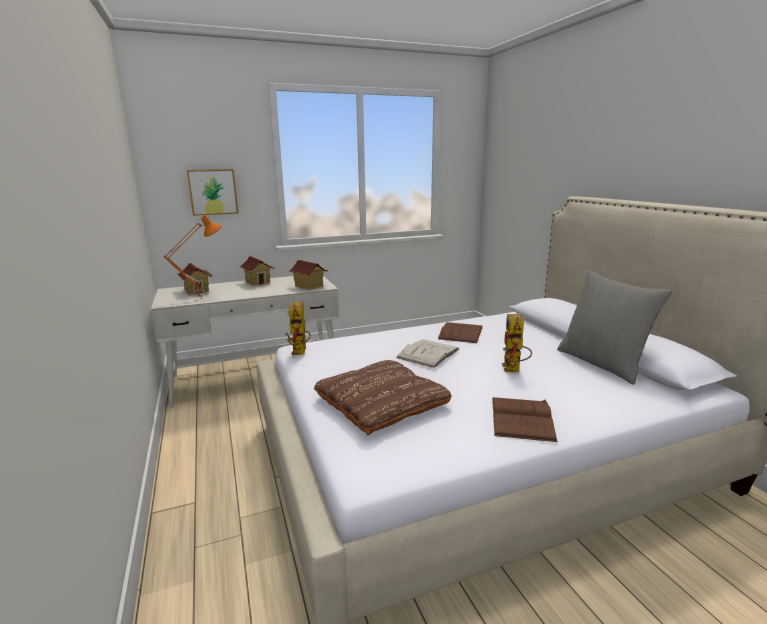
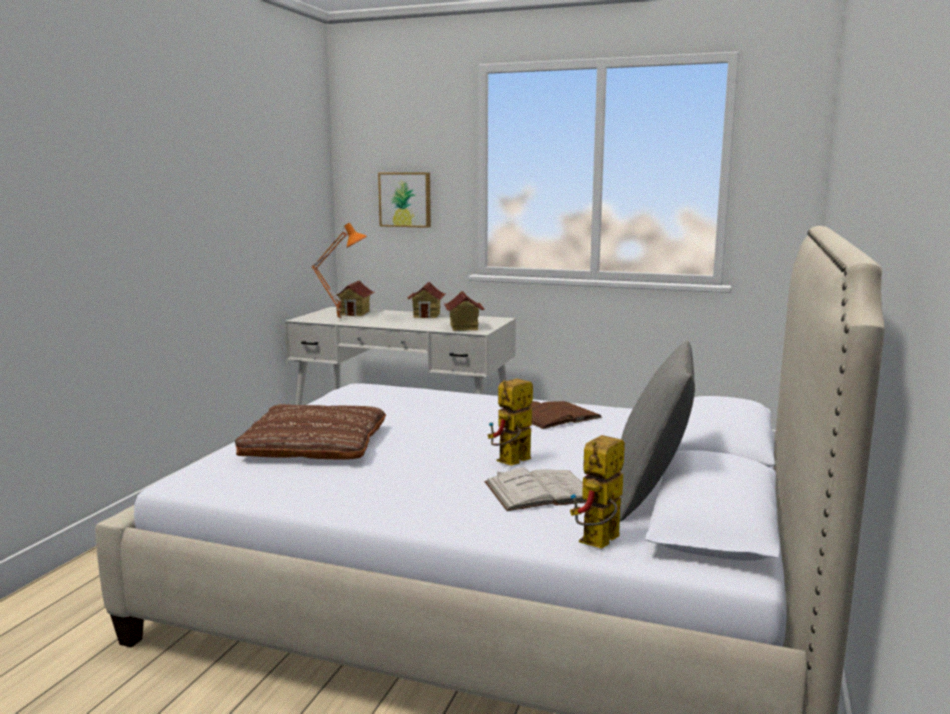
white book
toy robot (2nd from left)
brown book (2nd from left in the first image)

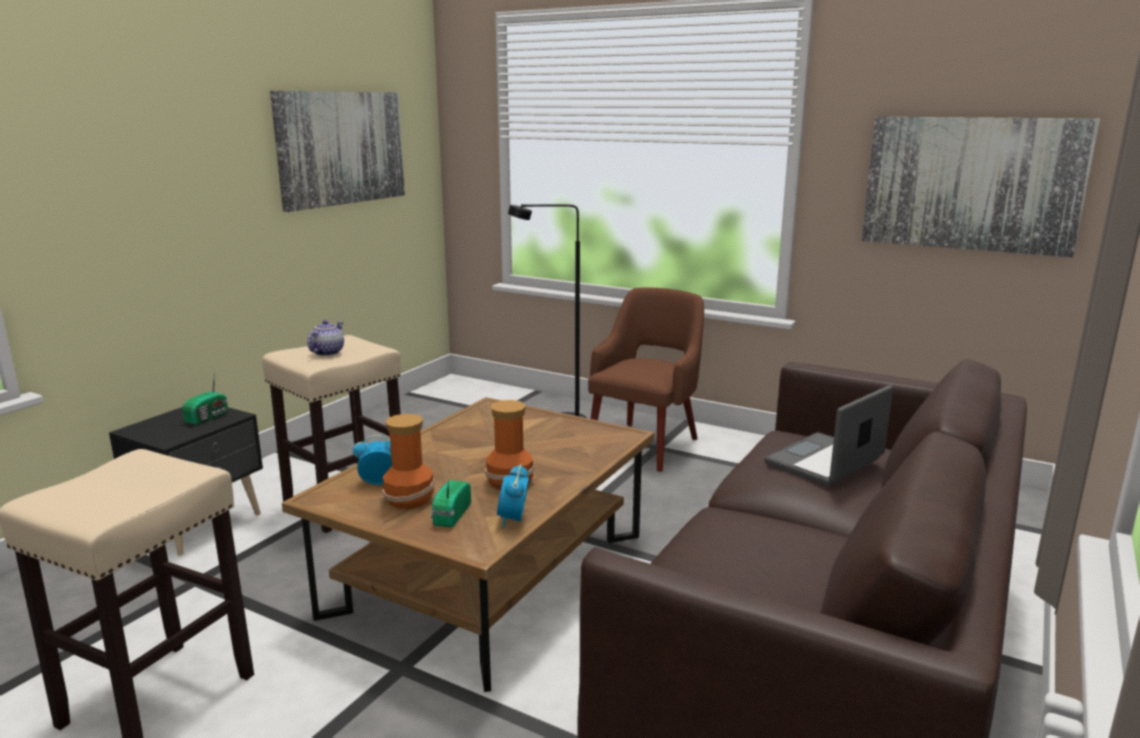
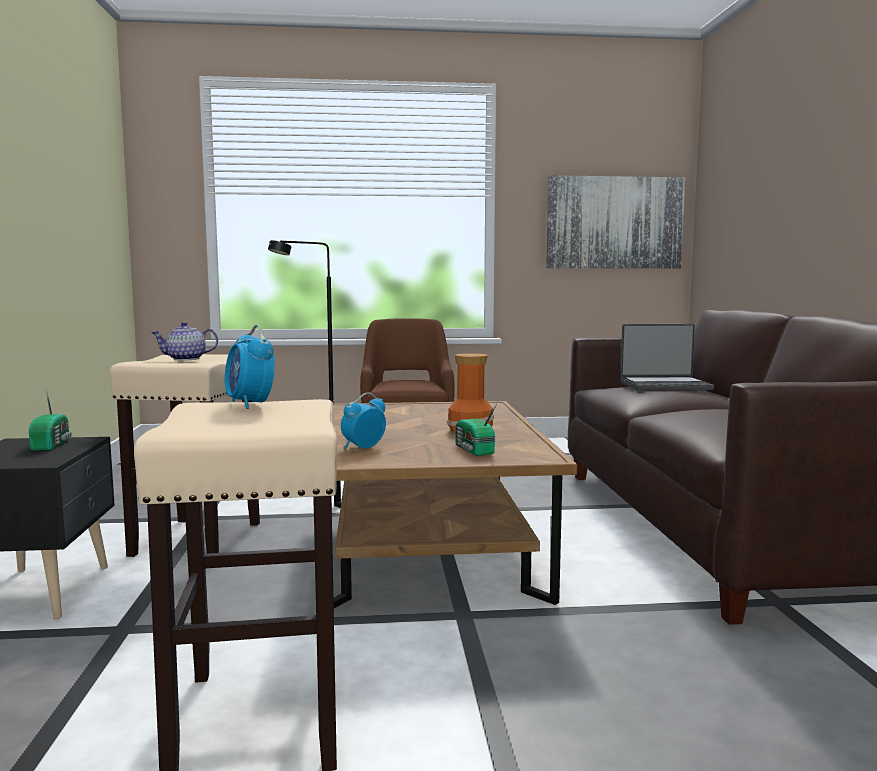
teapot
alarm clock (1st from left)
laptop
picture (1st from left in the first image)
vase (1st from left in the first image)

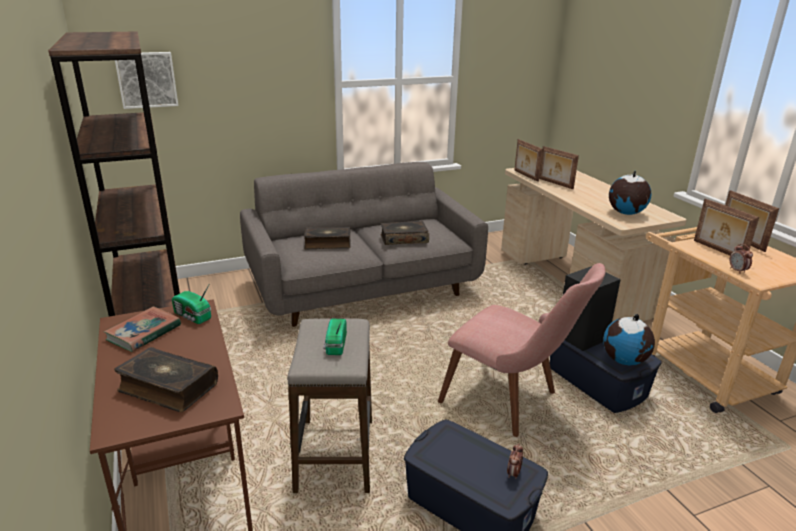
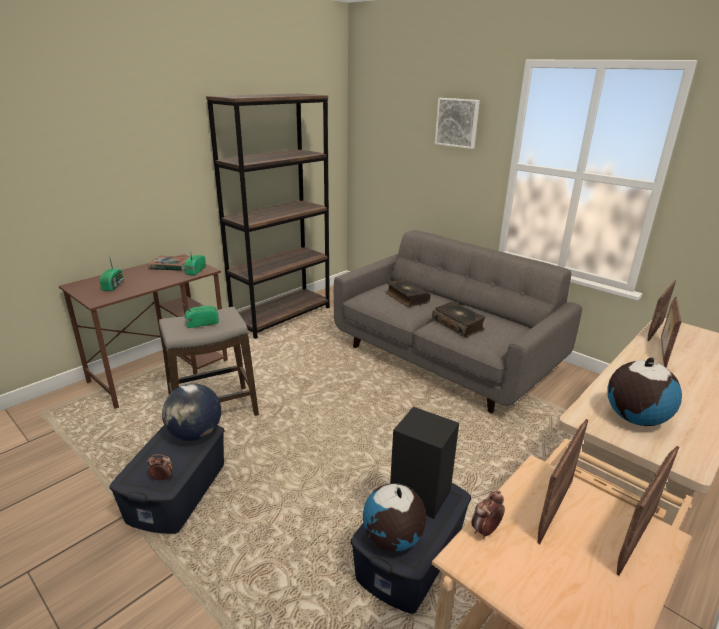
radio (1st from left)
globe (1st from left)
picture
pink chair

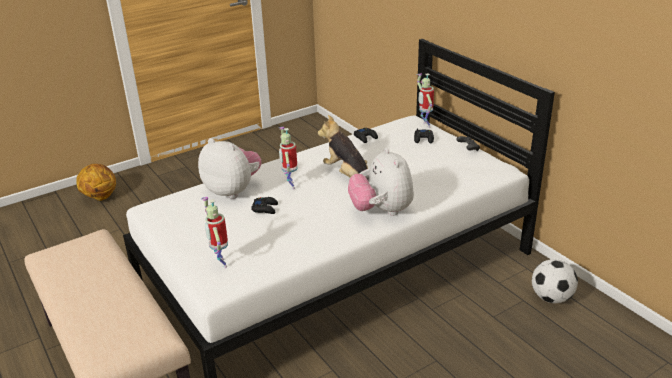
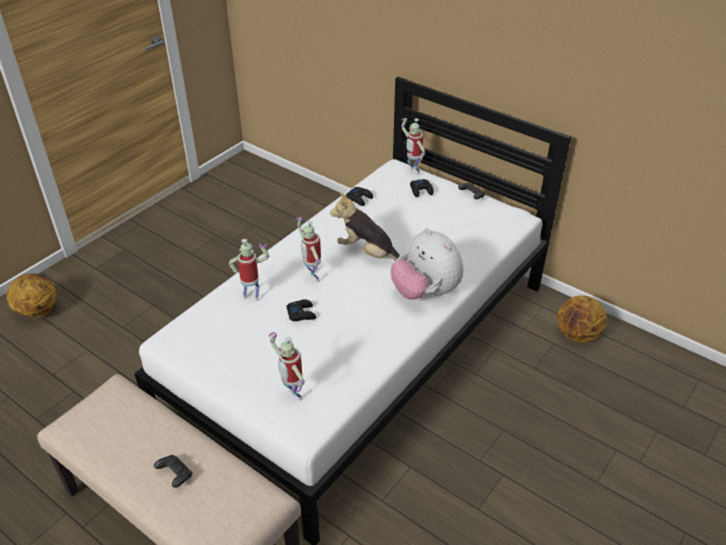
black game controller (1st from left)
toy robot (1st from left)
basketball (2nd from left)

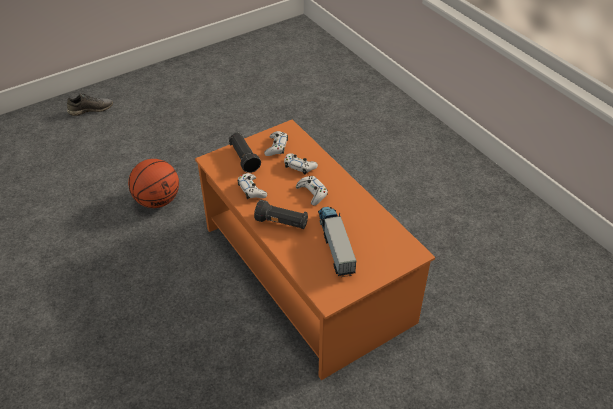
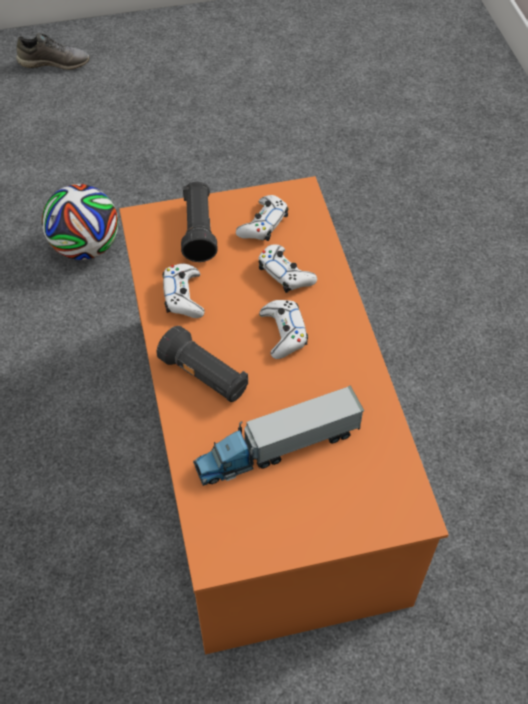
football
toy truck

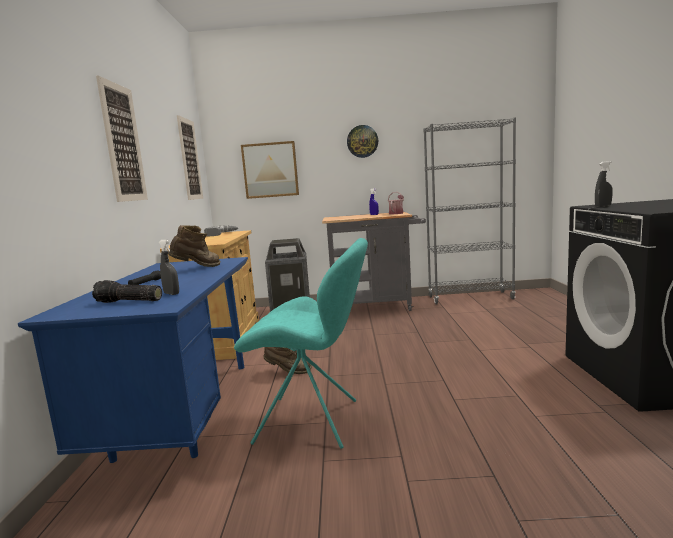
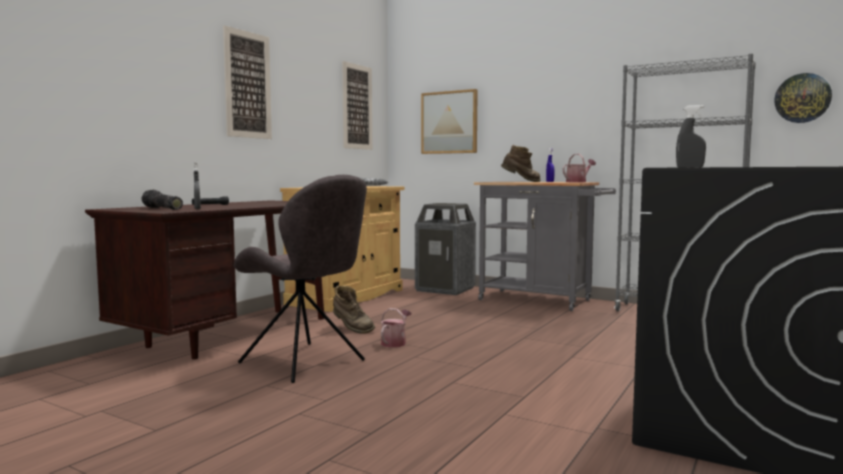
brown desk
grey chair
watering can (1st from left)
brown boot (2nd from left)
wall clock

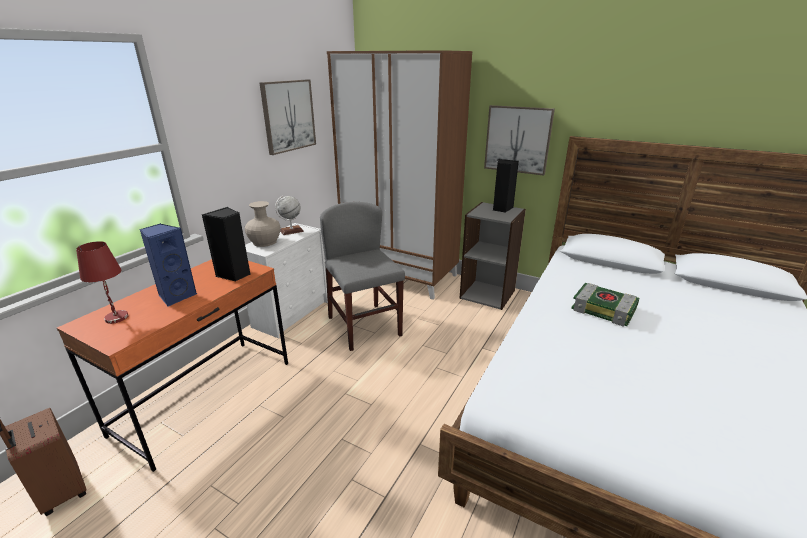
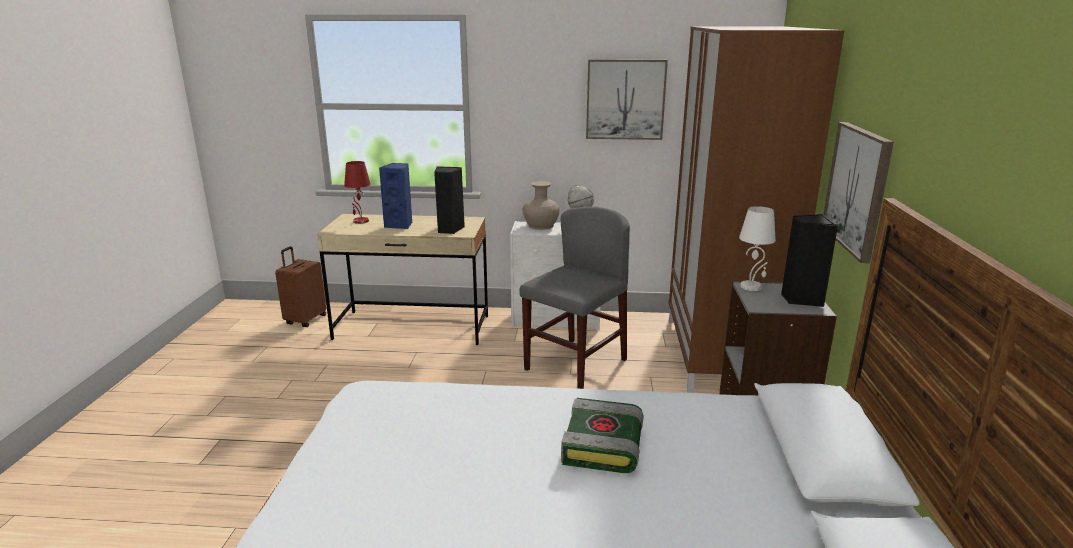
beige desk
white table lamp

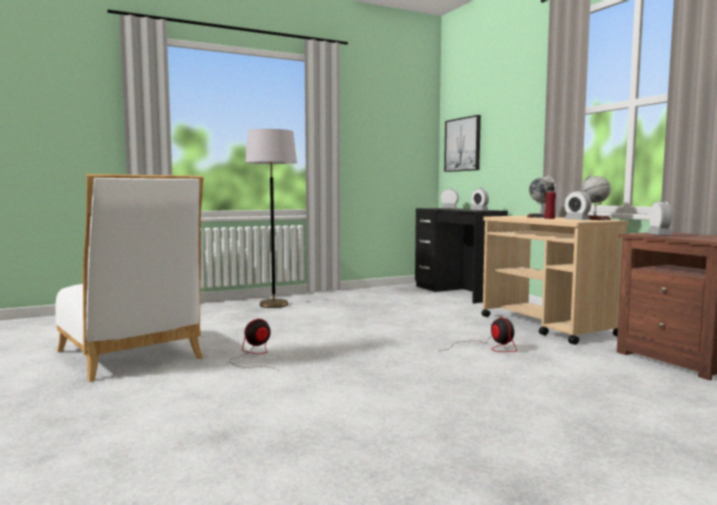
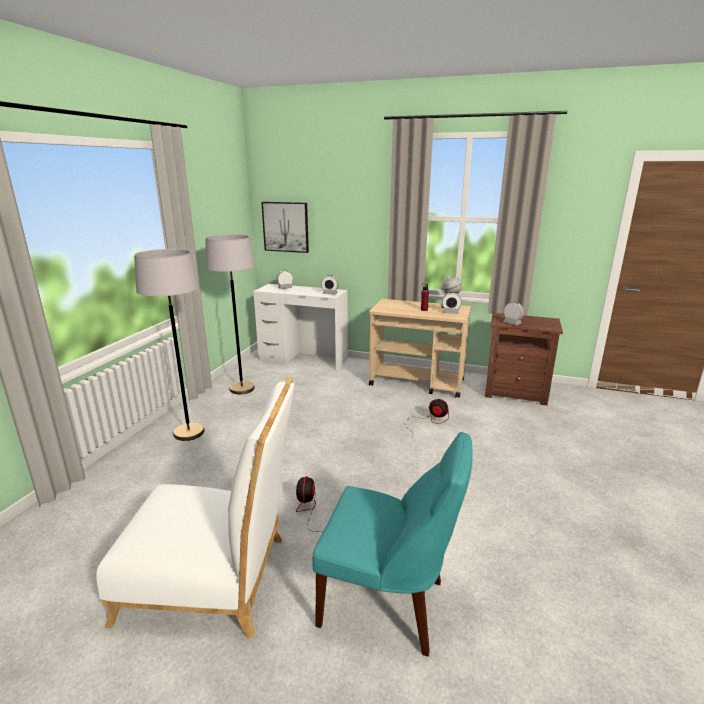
grey floor lamp (2nd from left)
white desk
turquoise chair
globe (1st from left in the first image)

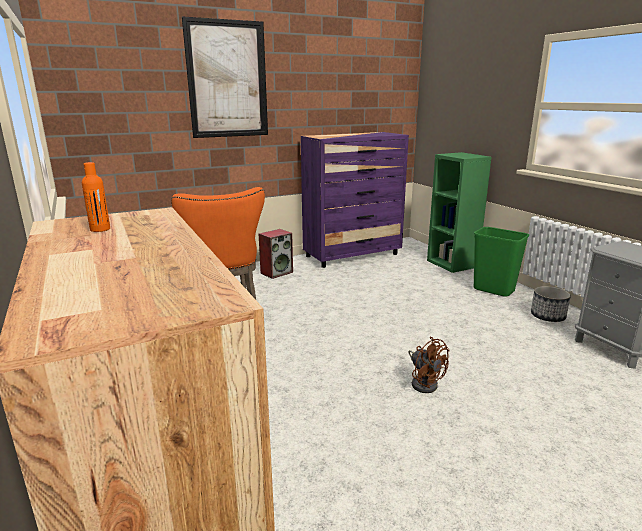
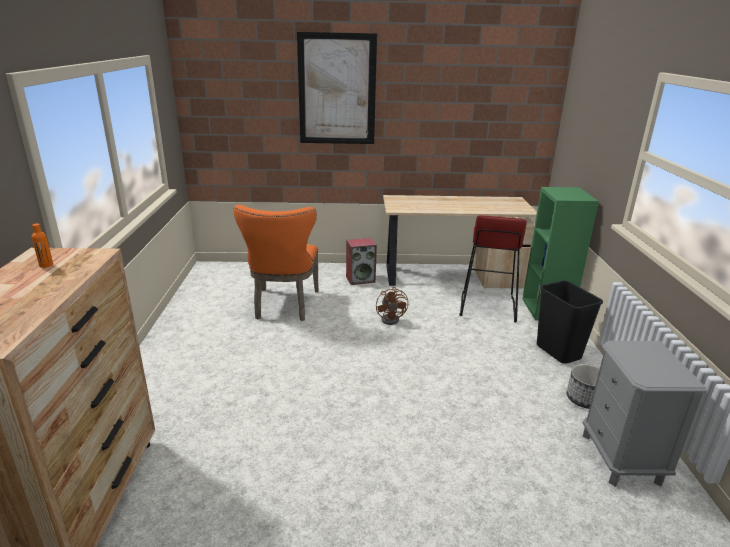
brown fan
beige desk
red stool
black trash can

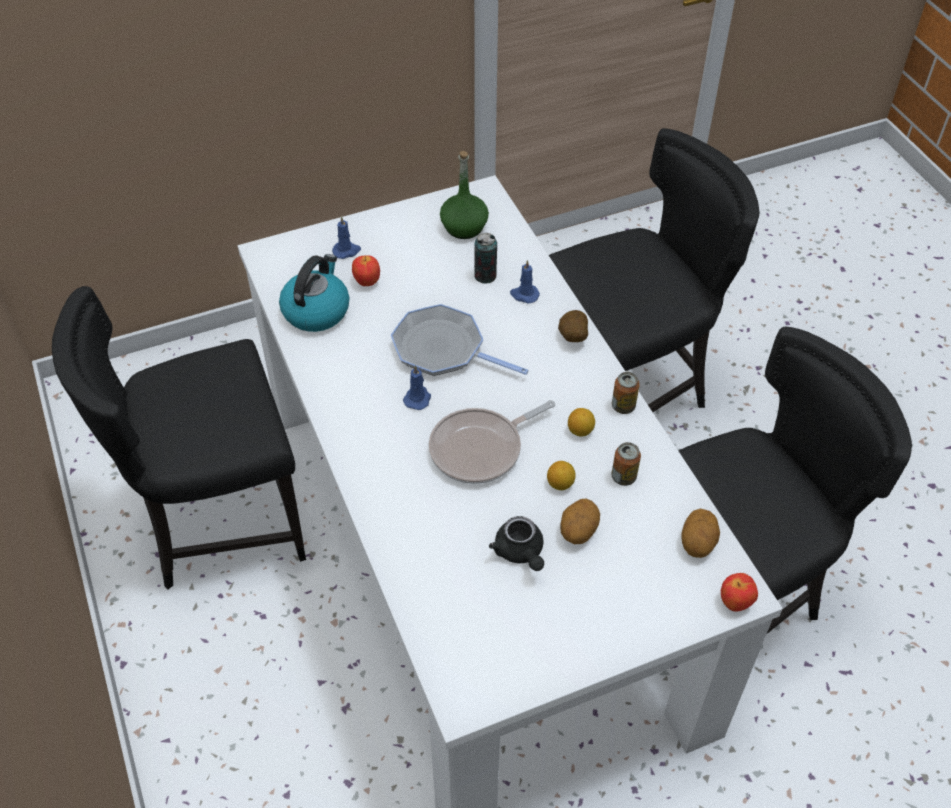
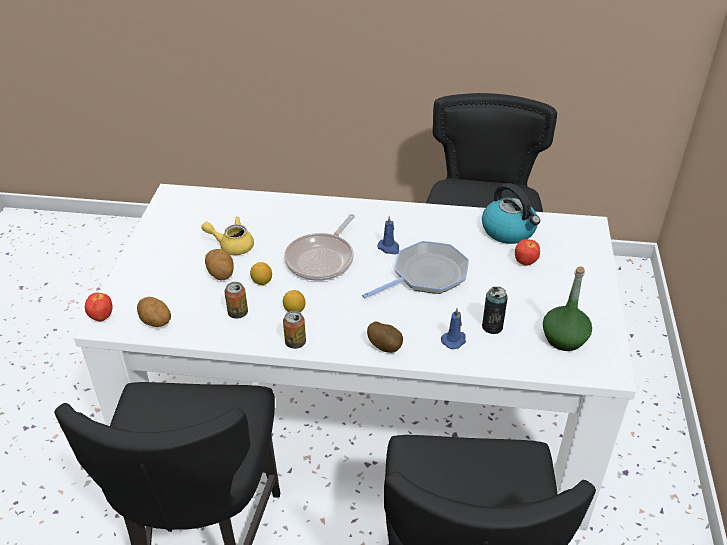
yellow teapot
frying pan (1st from left)
blue candle (1st from left in the first image)

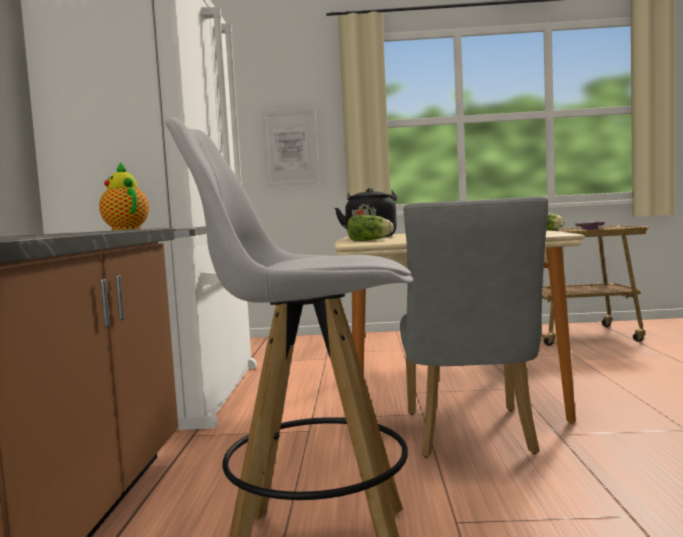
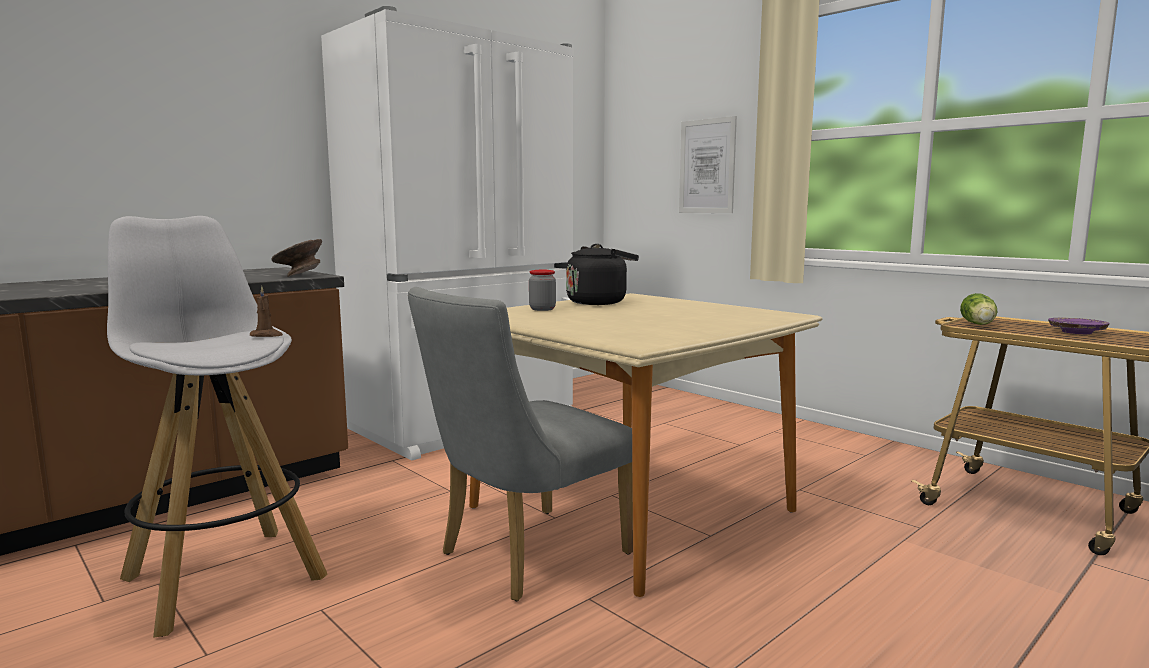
brown candle
grey bowl
jar

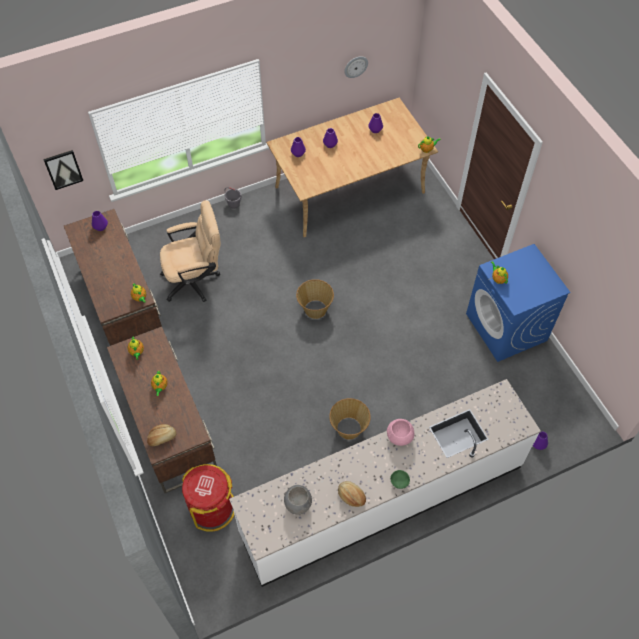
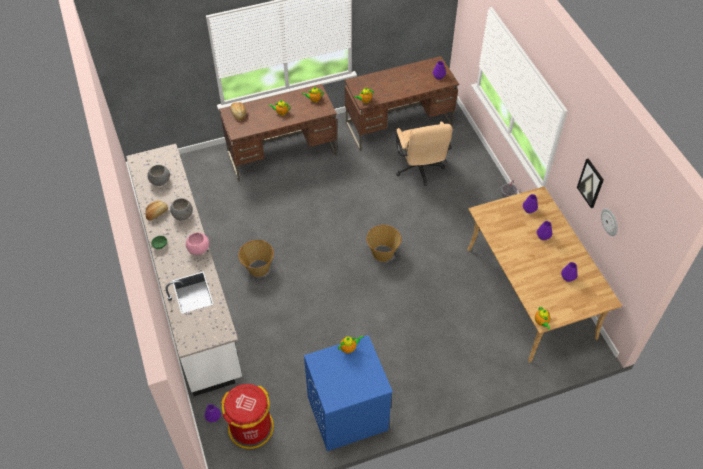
grey bowl (2nd from left)
red trash can
picture

